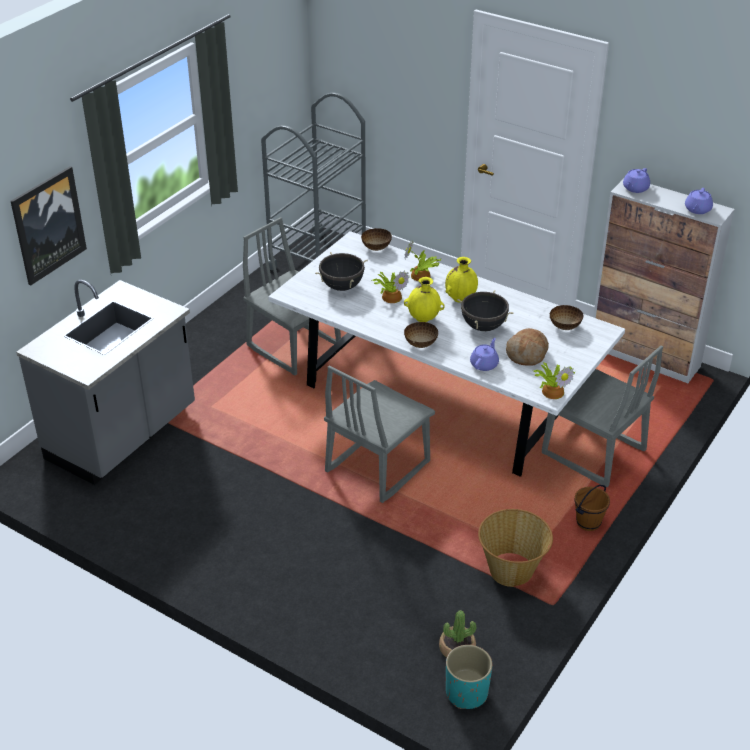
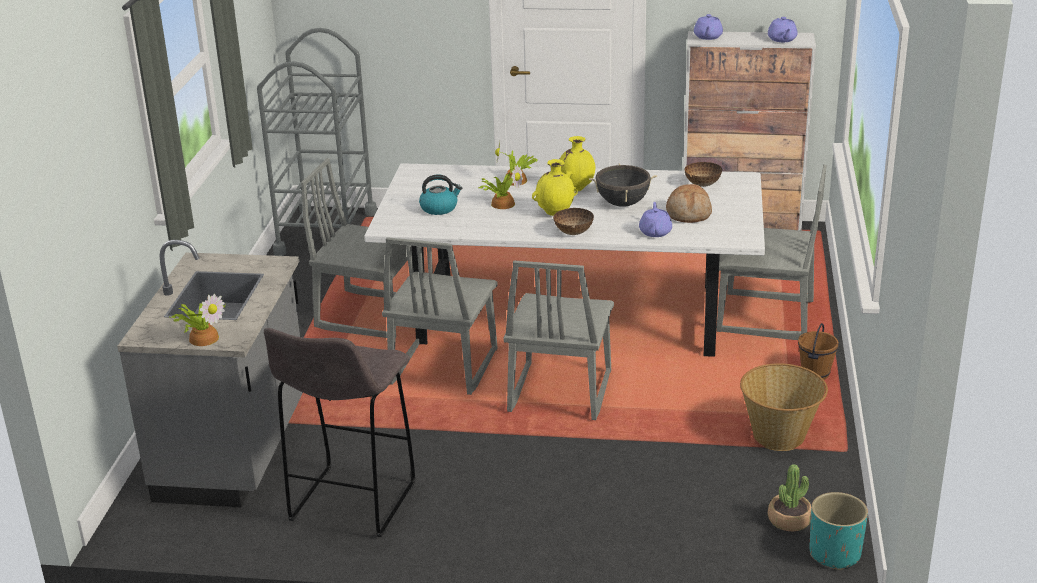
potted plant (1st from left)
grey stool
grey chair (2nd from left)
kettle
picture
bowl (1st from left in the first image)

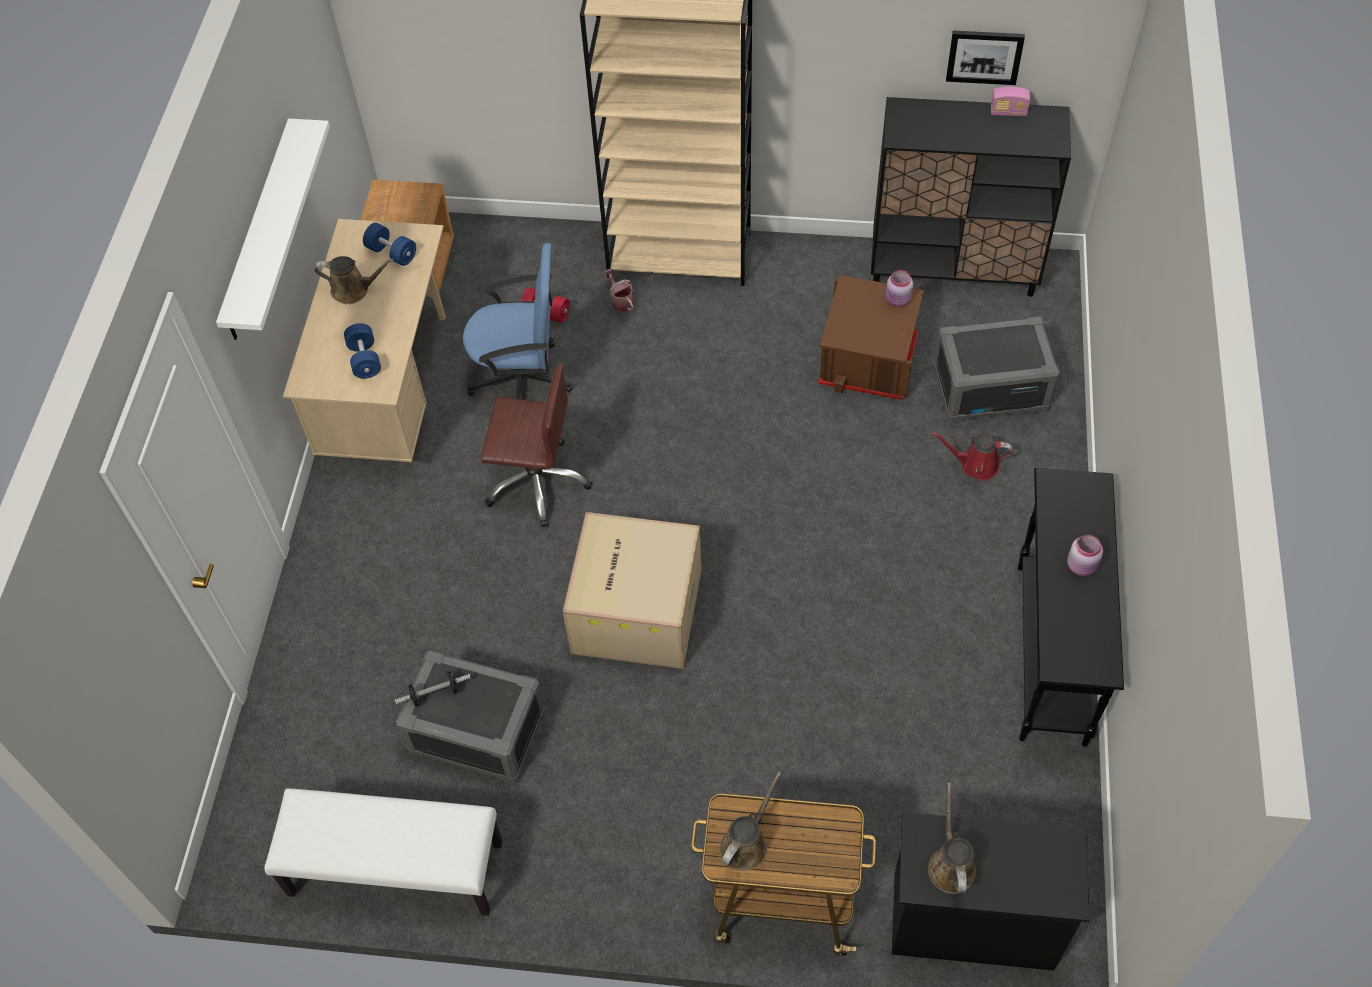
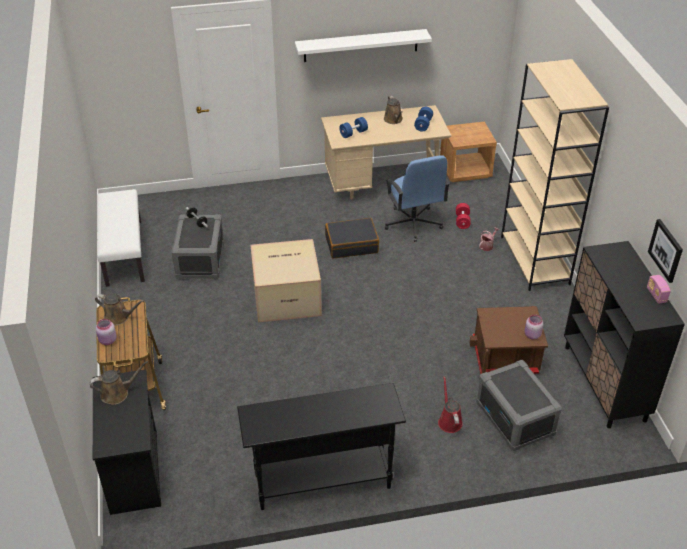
pink jar (1st from left)
black suitcase

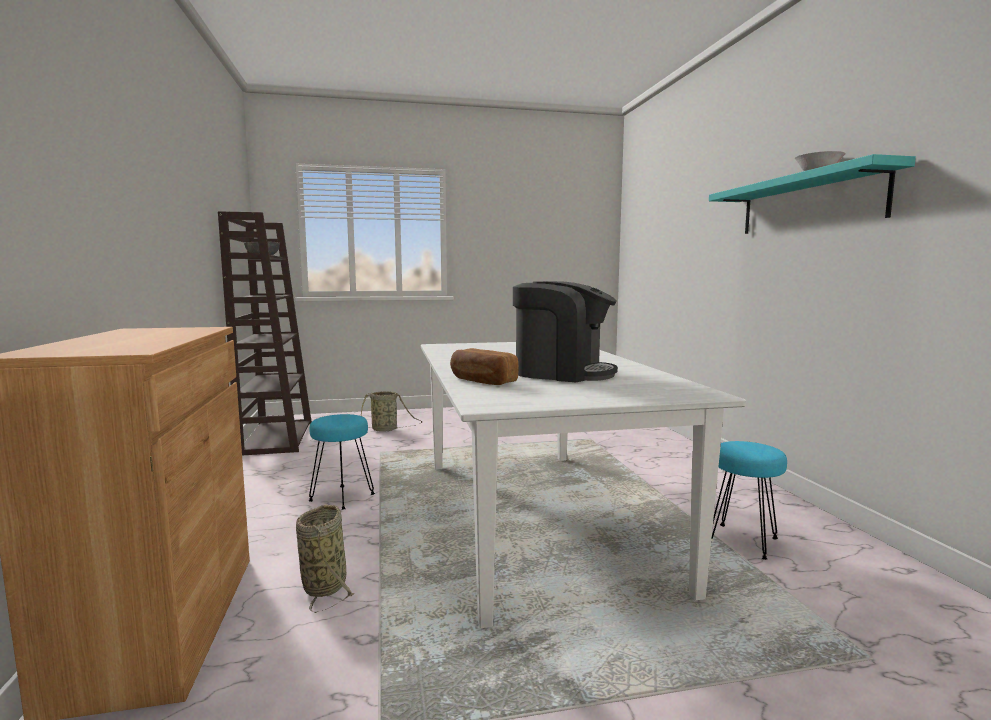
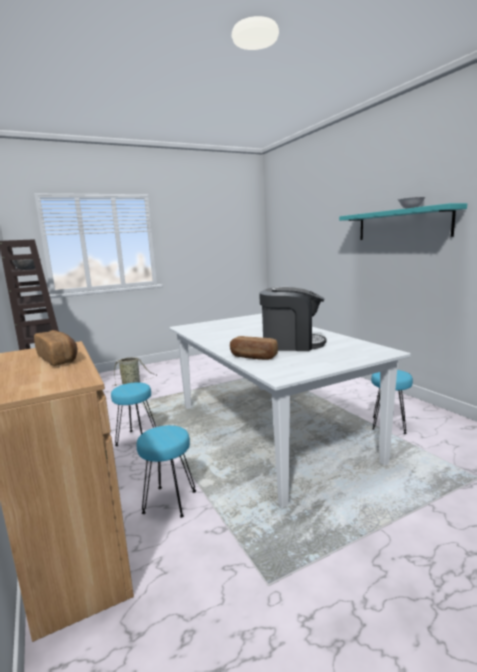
bread (1st from left)
turquoise stool (2nd from left)

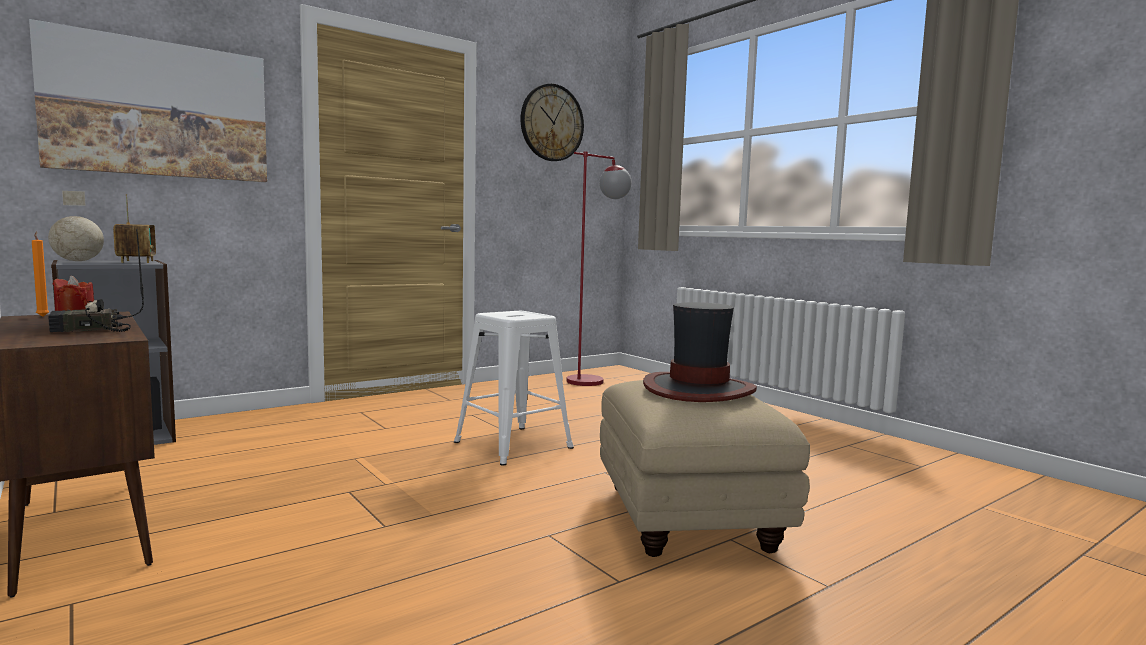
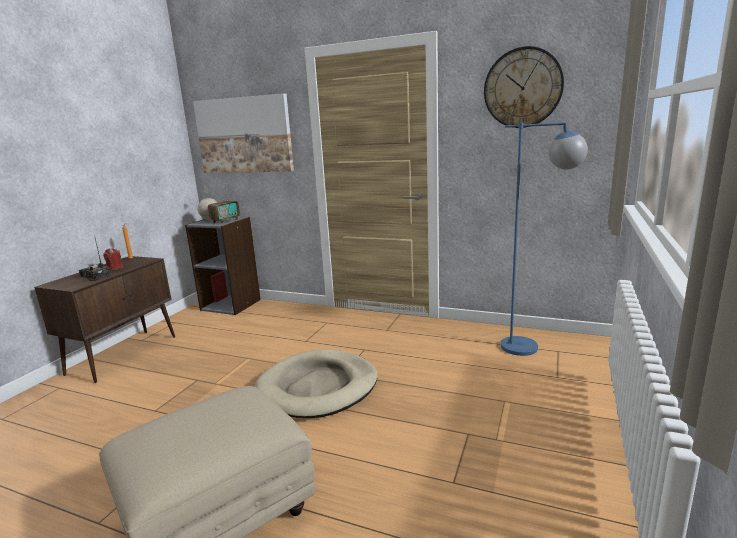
beige dog bed
blue floor lamp
hat

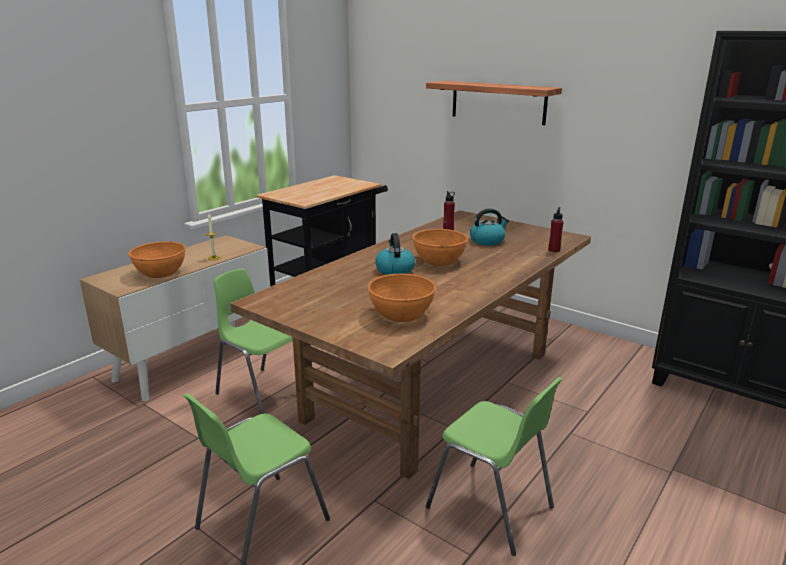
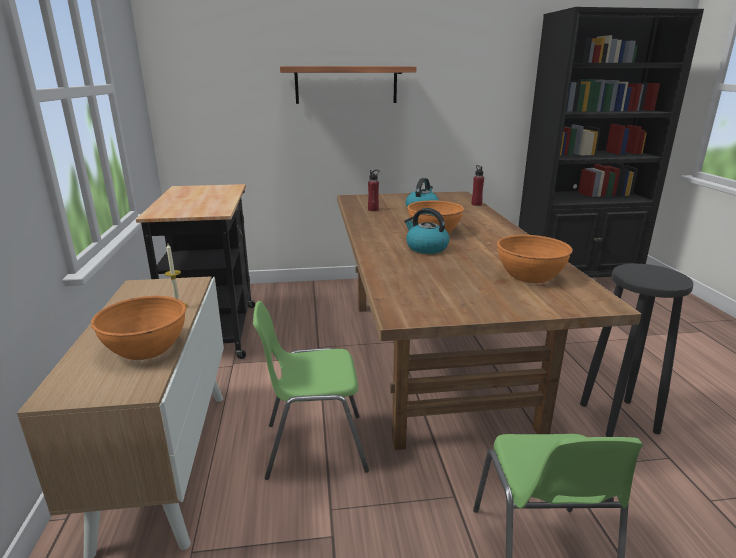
black stool

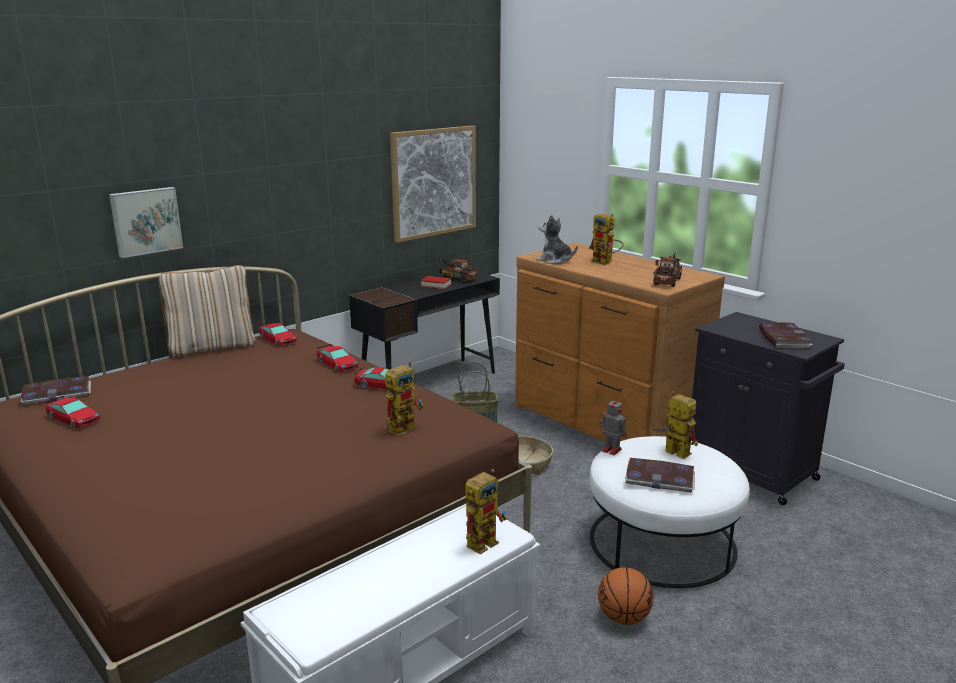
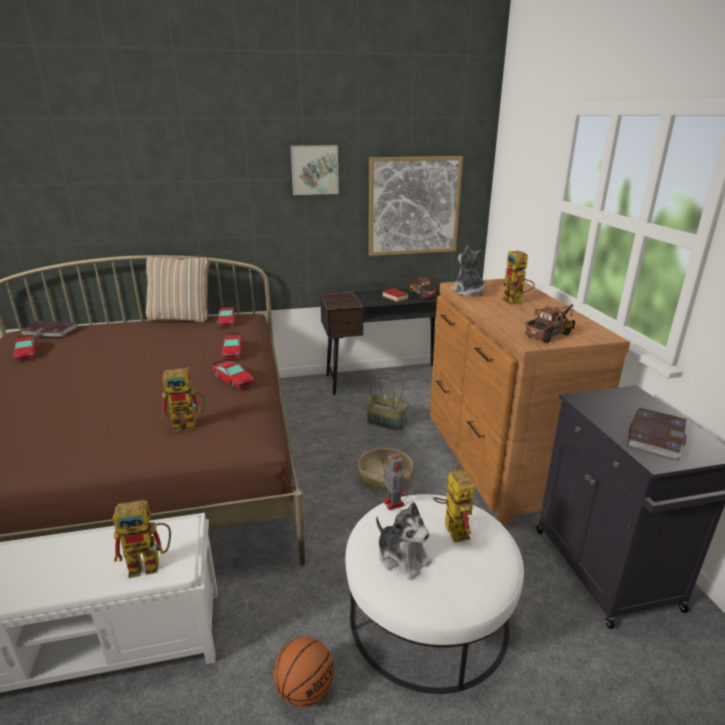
picture (1st from left)
plush toy (1st from left)

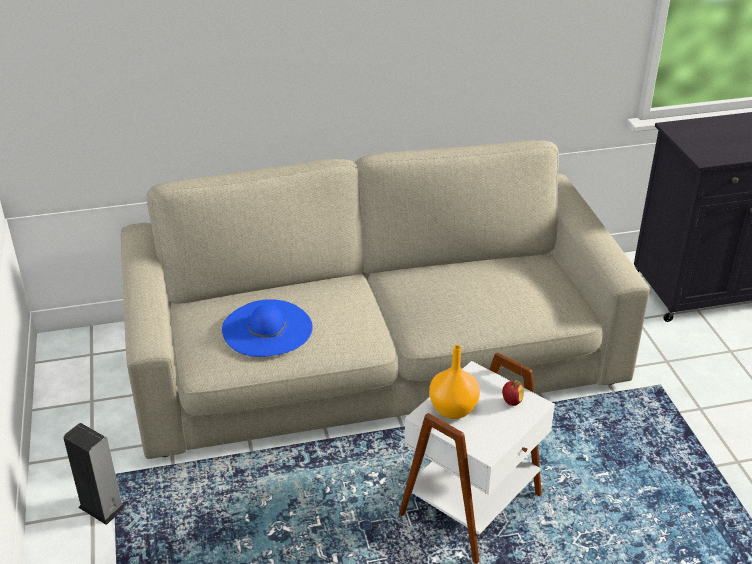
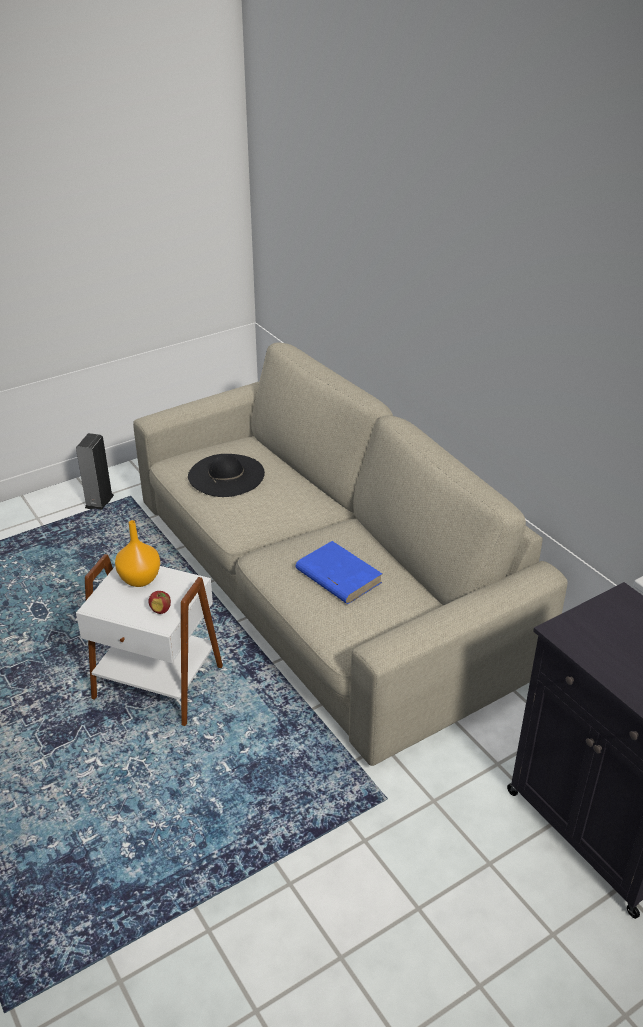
black hat
blue book

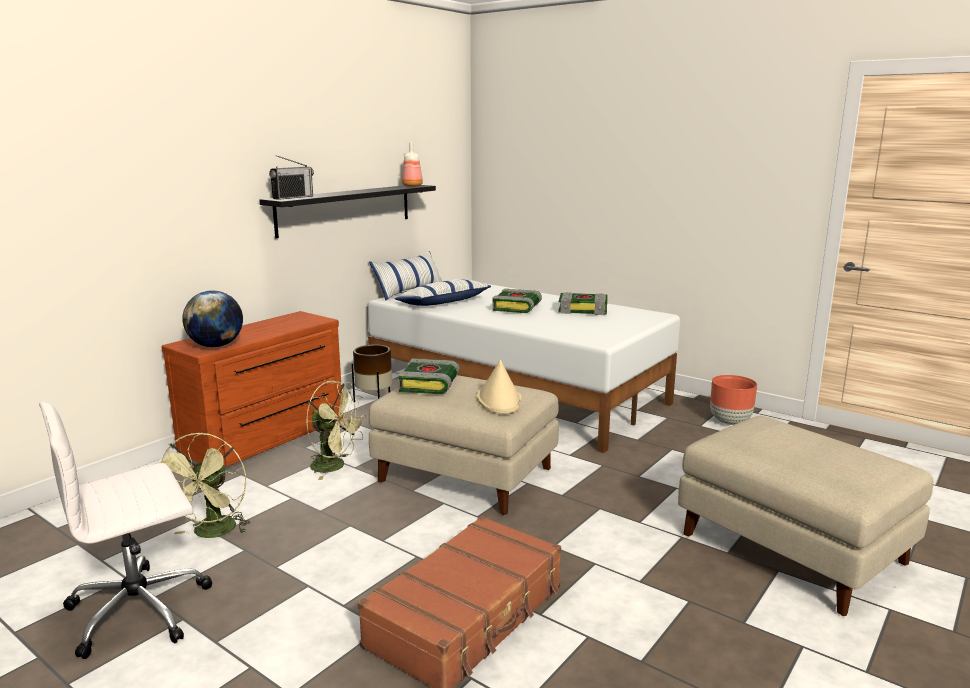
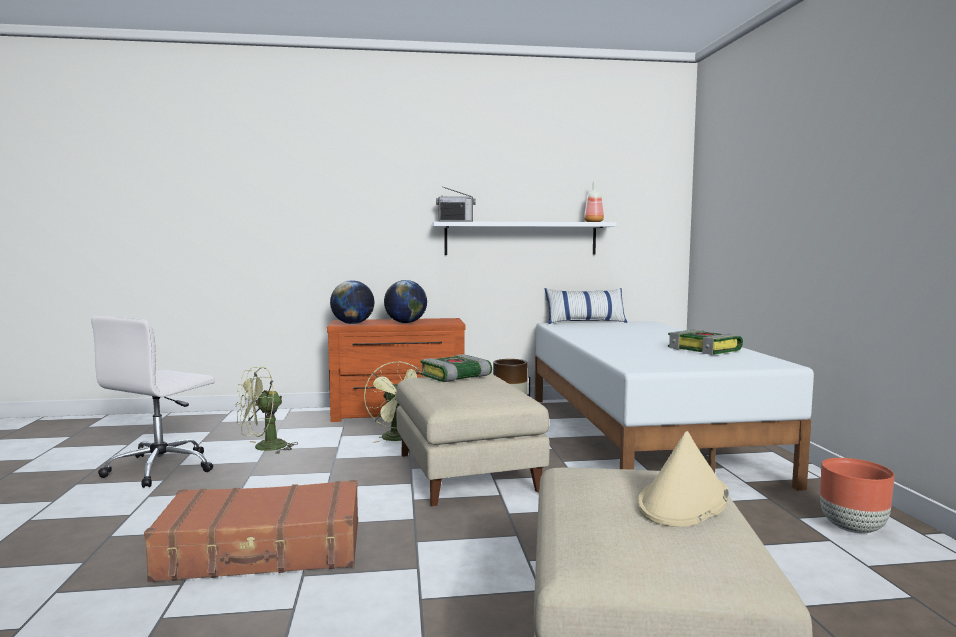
white office chair
globe (2nd from left)
white shelf
beige hat
pillow (2nd from left in the first image)
book (2nd from left in the first image)

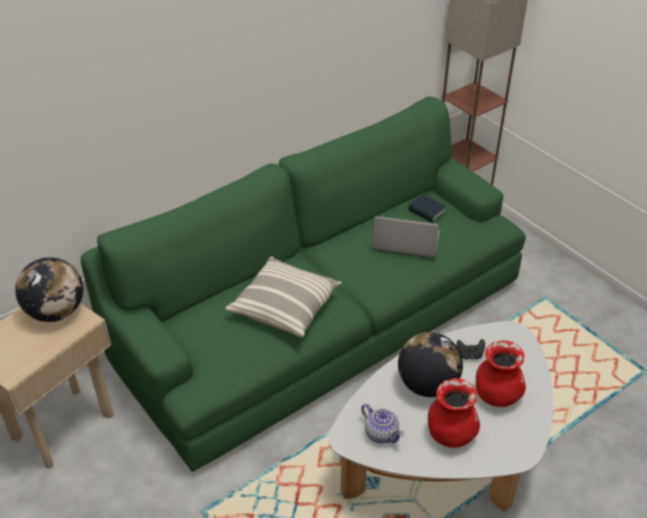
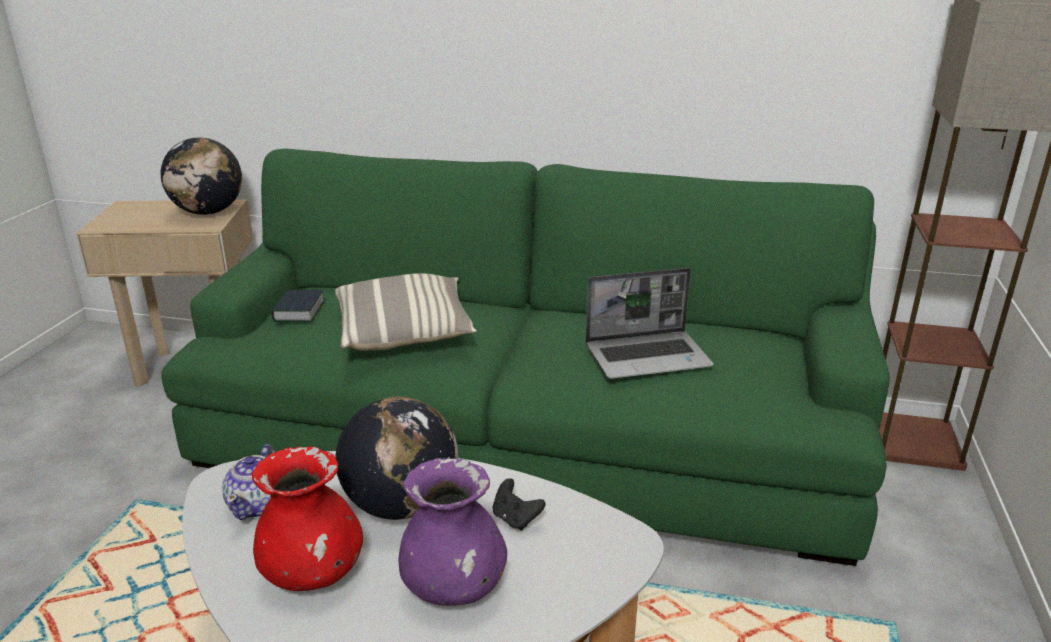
book
purple vase
laptop

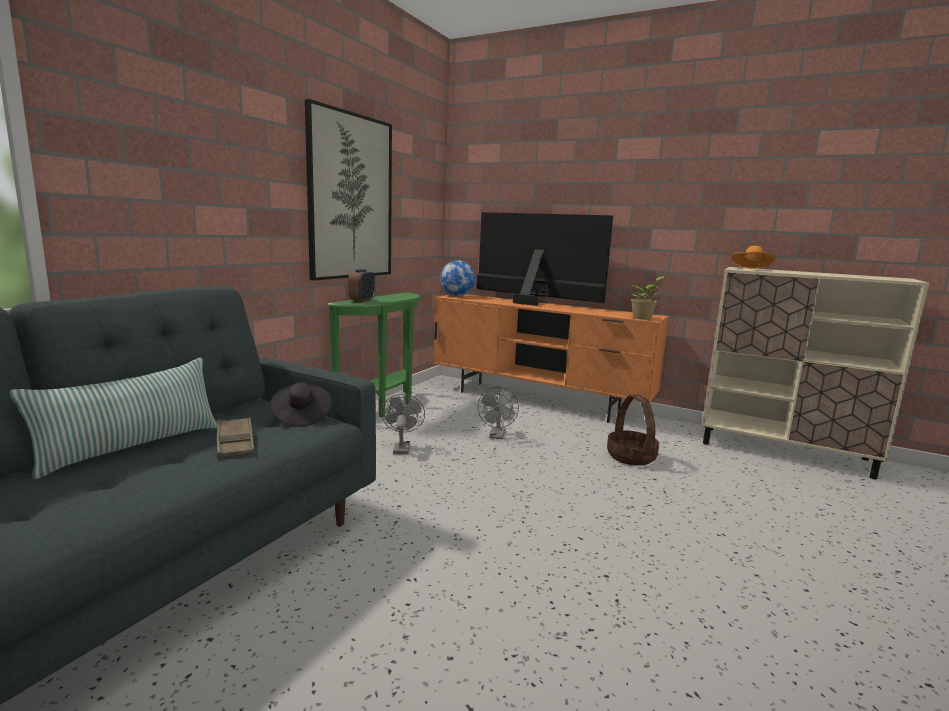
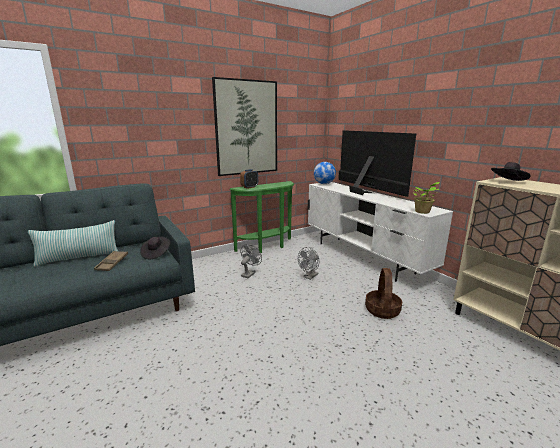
white tv stand
black hat (2nd from left)

